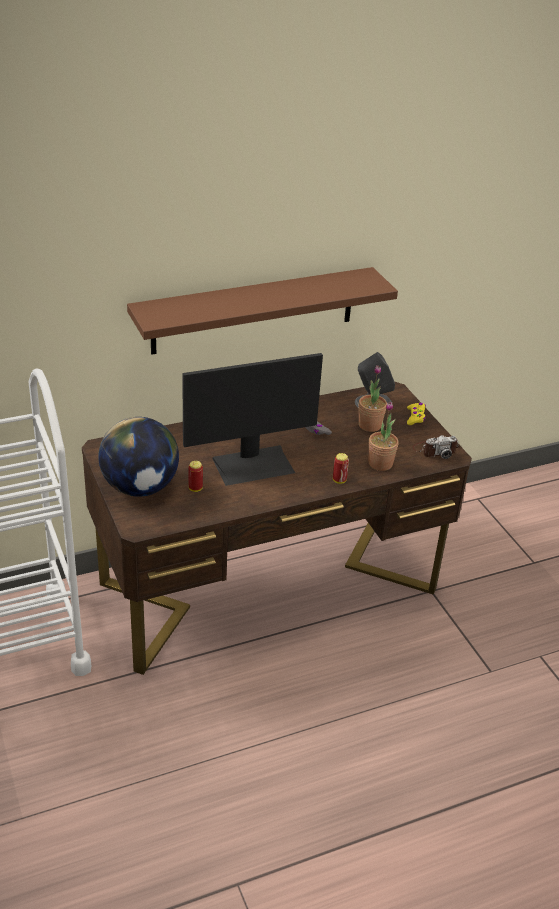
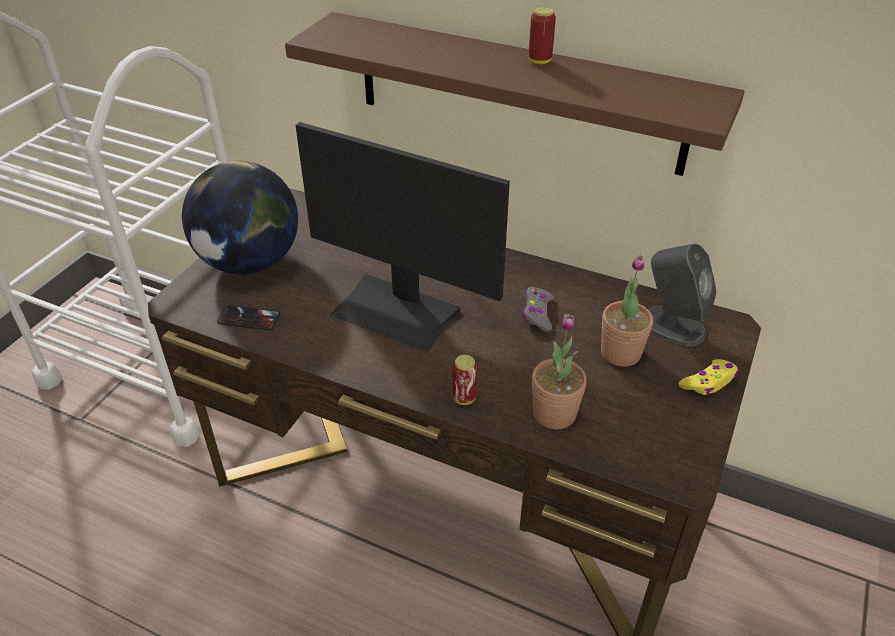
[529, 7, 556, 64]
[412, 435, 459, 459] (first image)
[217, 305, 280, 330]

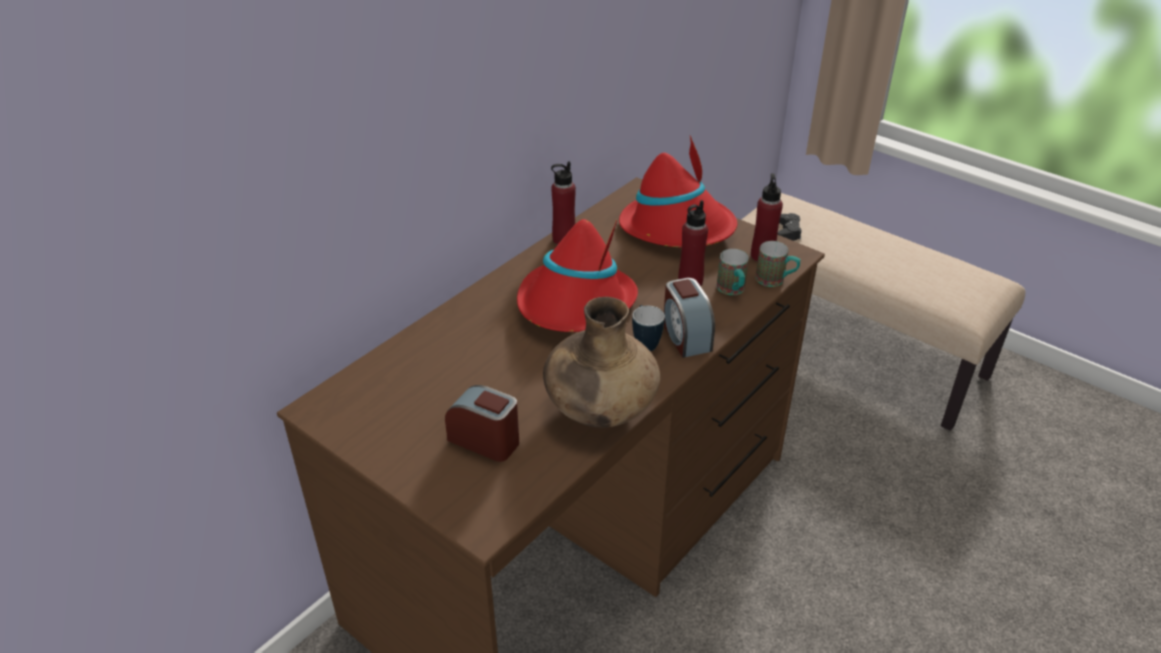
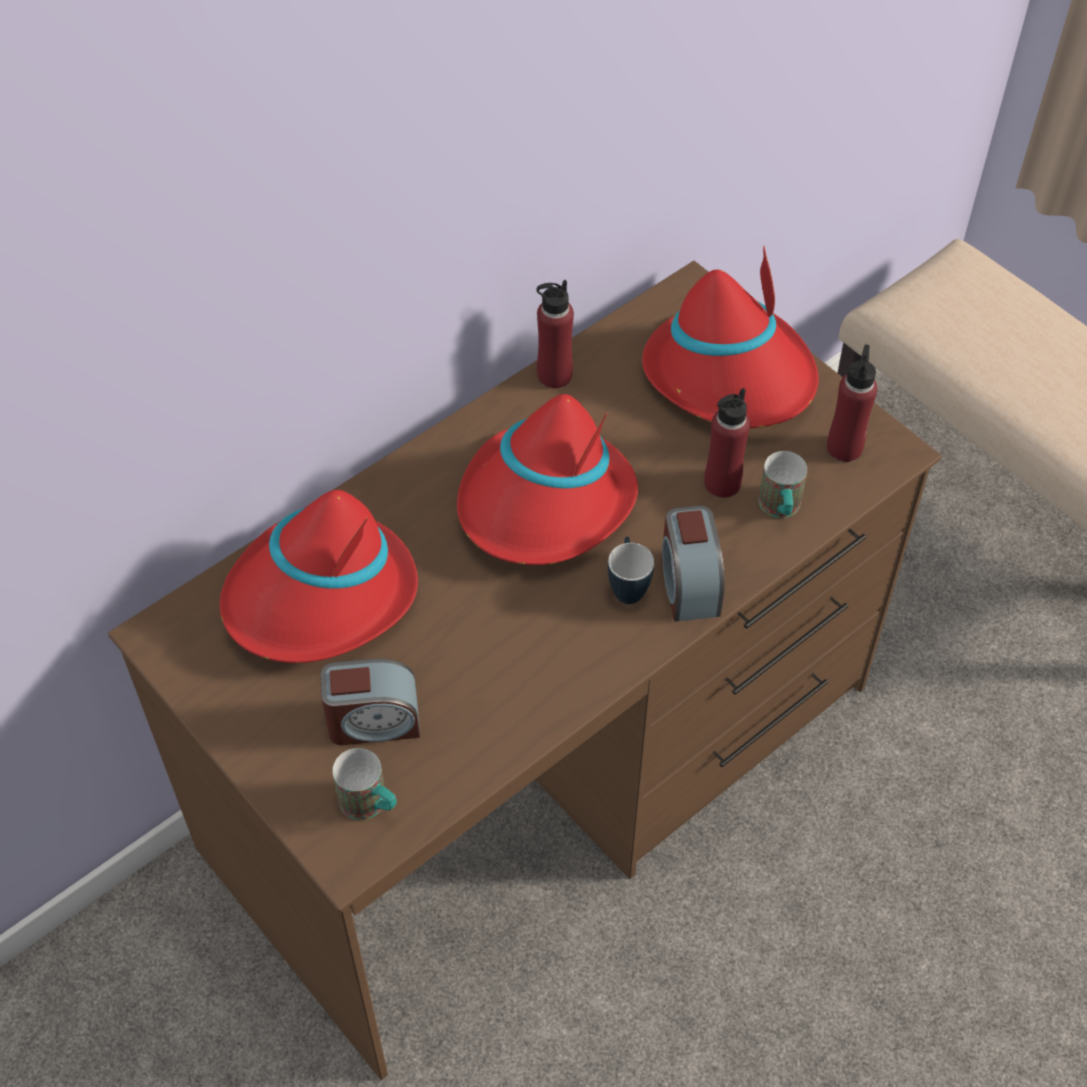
[320, 658, 420, 745]
[543, 297, 660, 428] (first image)
[332, 748, 397, 820]
[778, 213, 802, 241] (first image)
[220, 490, 418, 663]

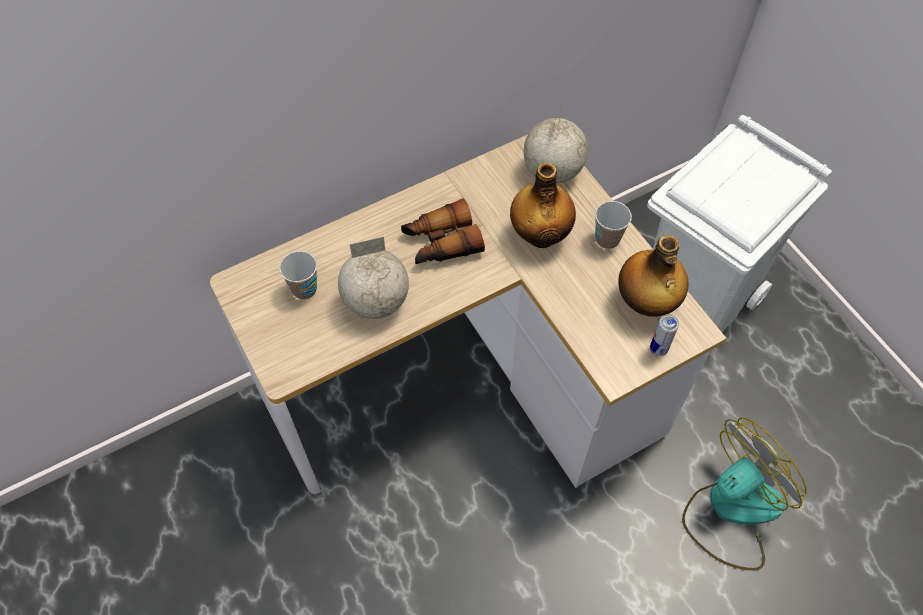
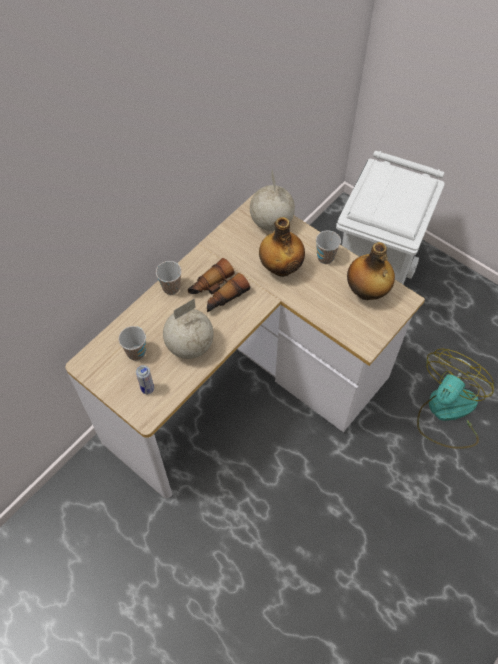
[136, 365, 154, 394]
[156, 261, 182, 295]

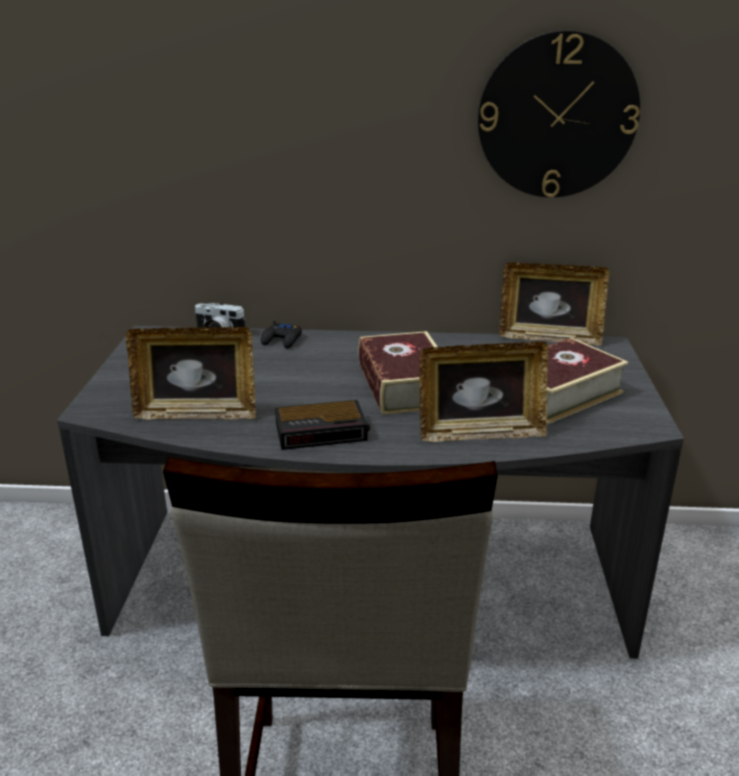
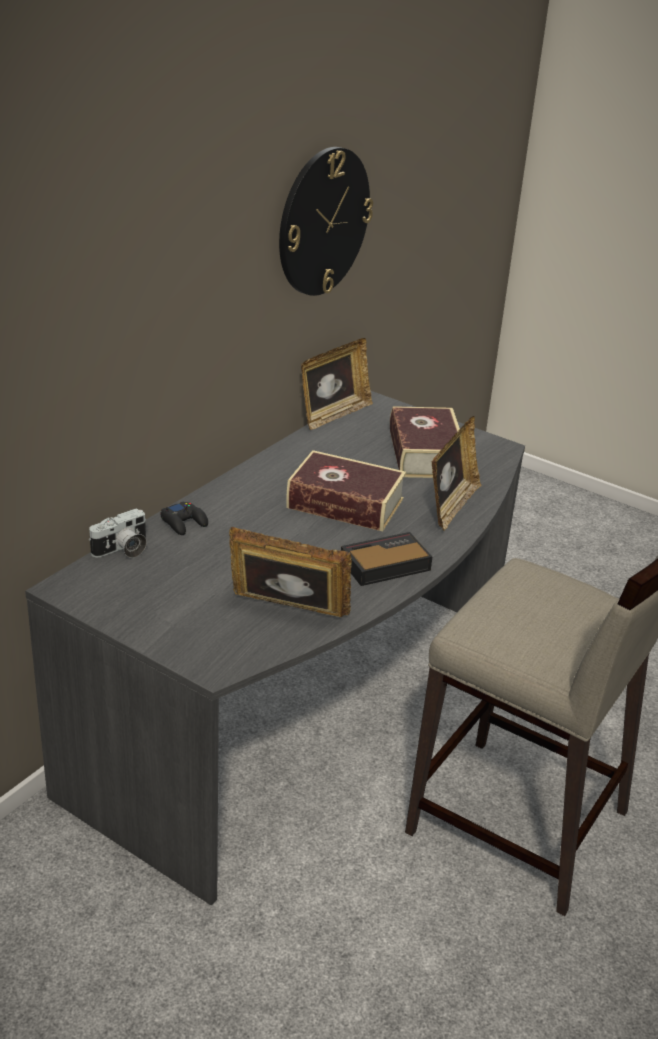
[229, 527, 352, 617]
[341, 532, 432, 586]

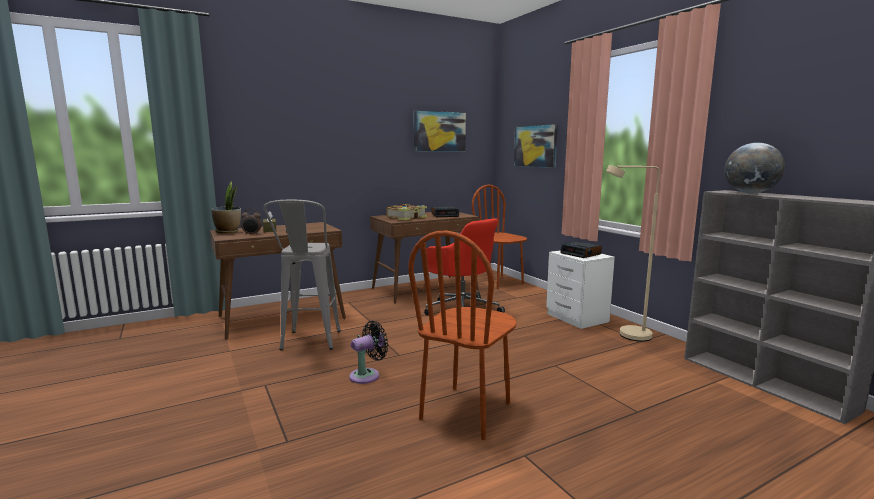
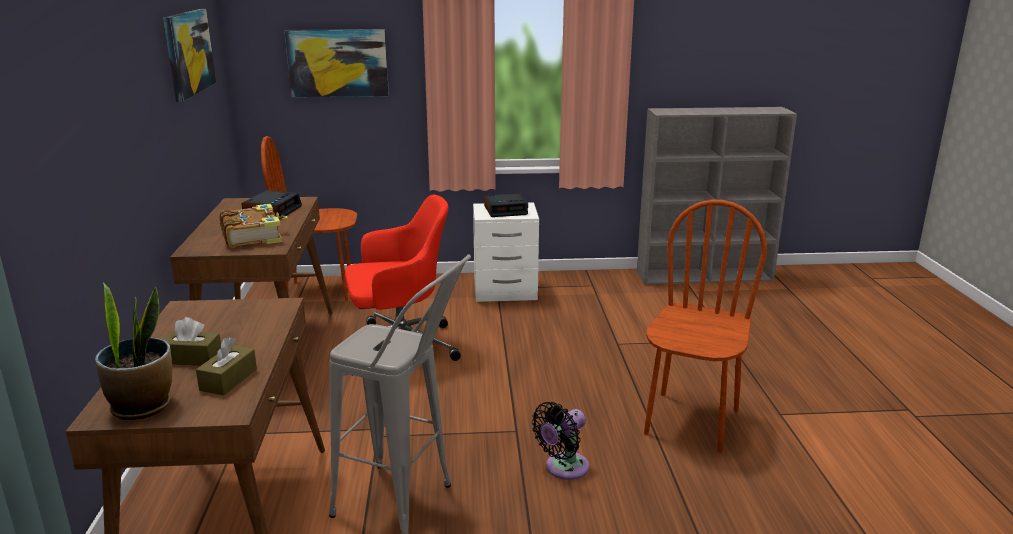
[196, 337, 257, 395]
[532, 402, 589, 480]
[644, 200, 767, 452]
[606, 165, 660, 342] (first image)
[725, 143, 785, 193] (first image)

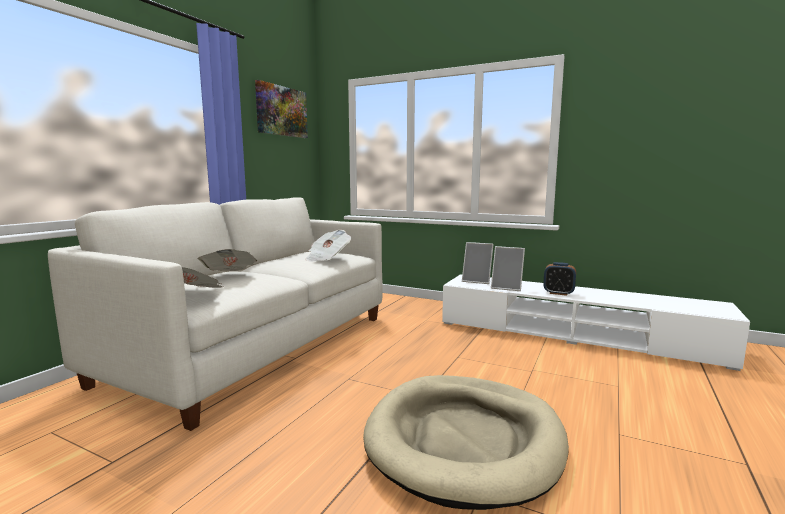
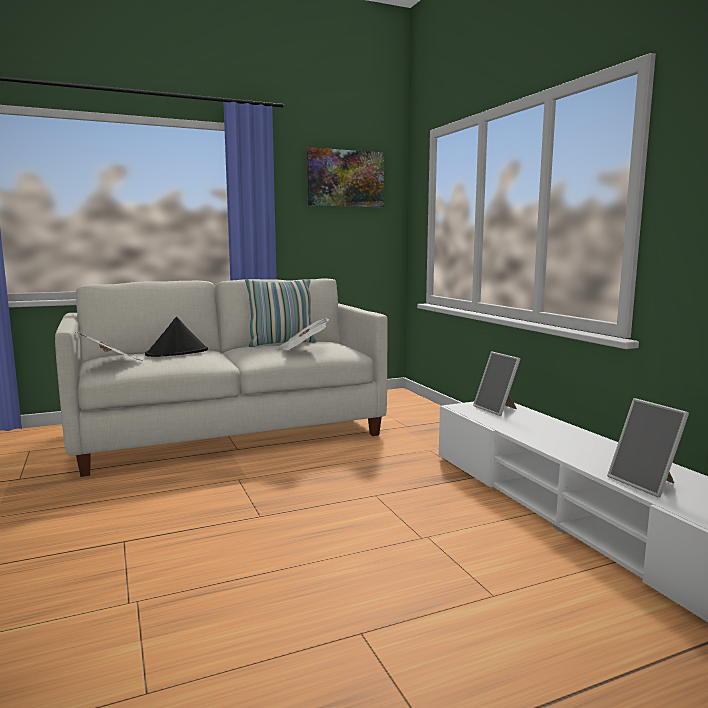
[145, 317, 208, 357]
[363, 375, 569, 510] (first image)
[607, 398, 689, 498]
[543, 262, 576, 296] (first image)
[245, 279, 317, 347]

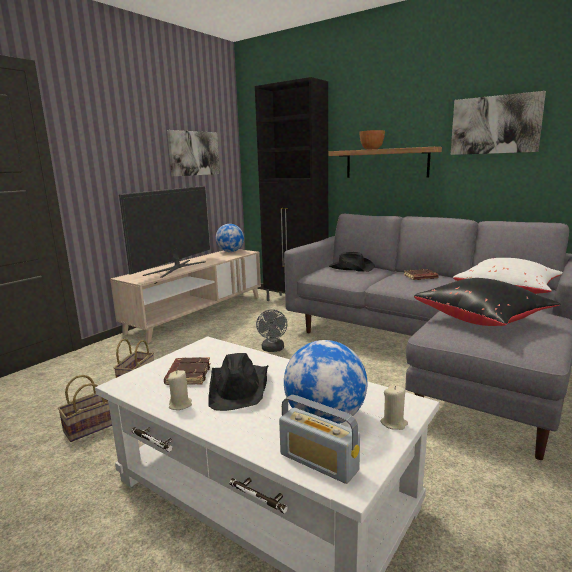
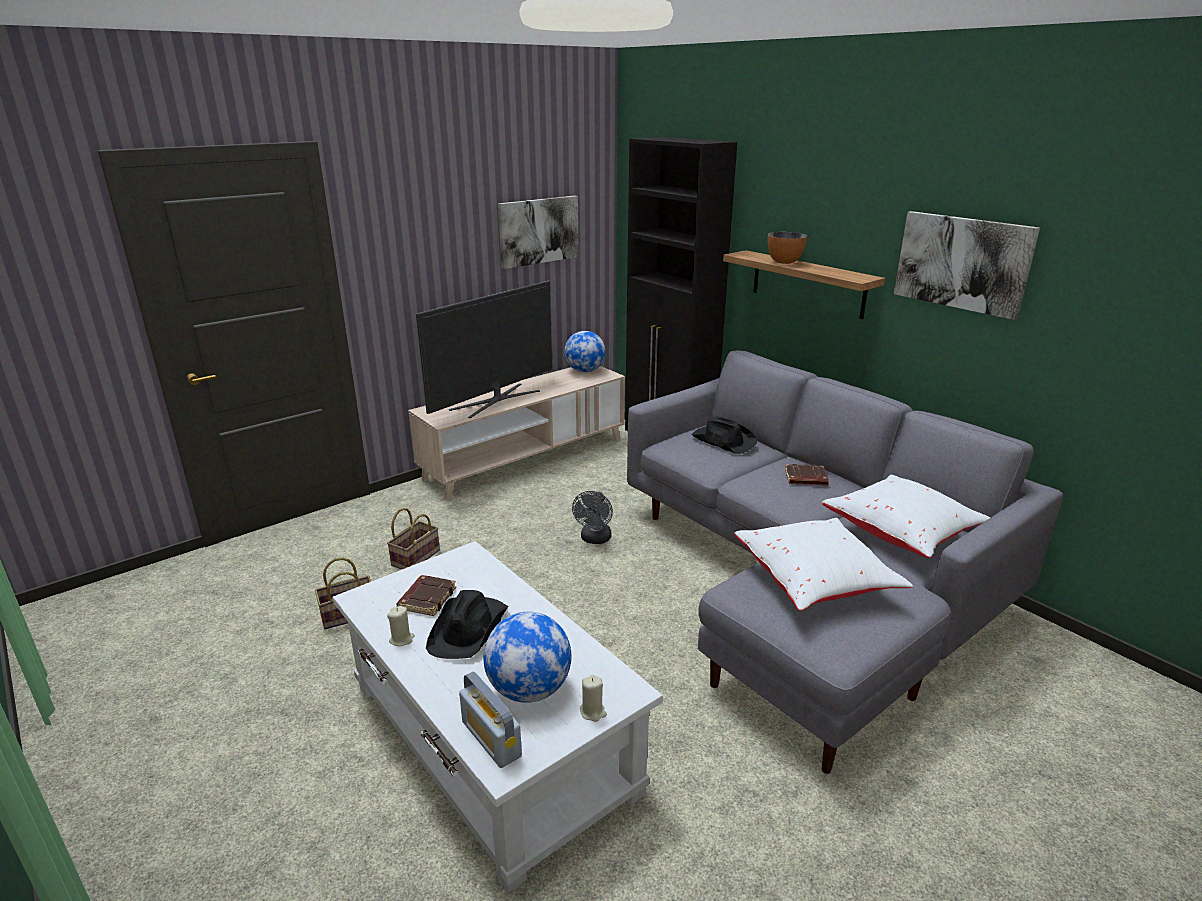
[734, 518, 913, 611]

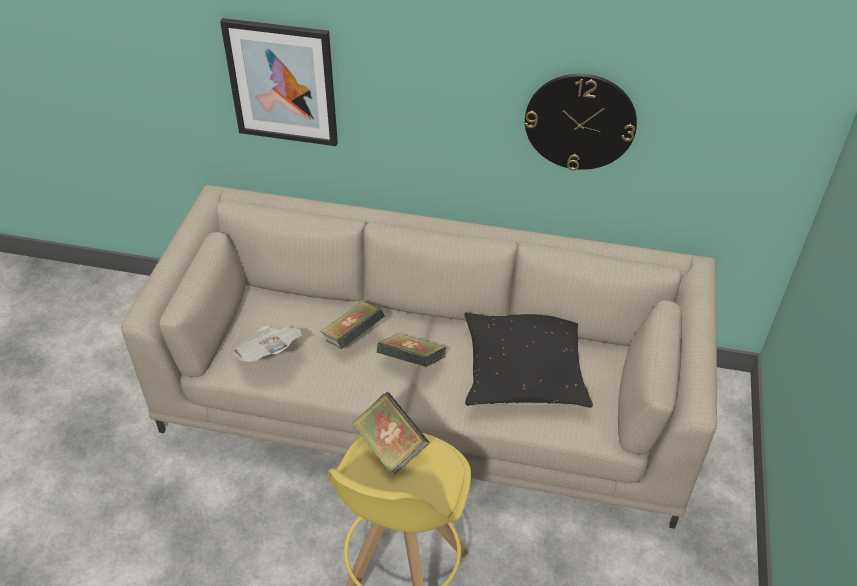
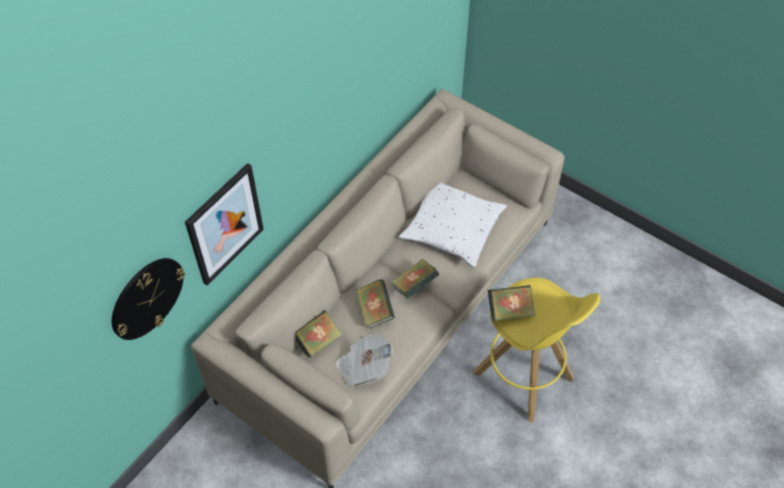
[399, 183, 507, 268]
[112, 258, 185, 340]
[294, 310, 343, 358]

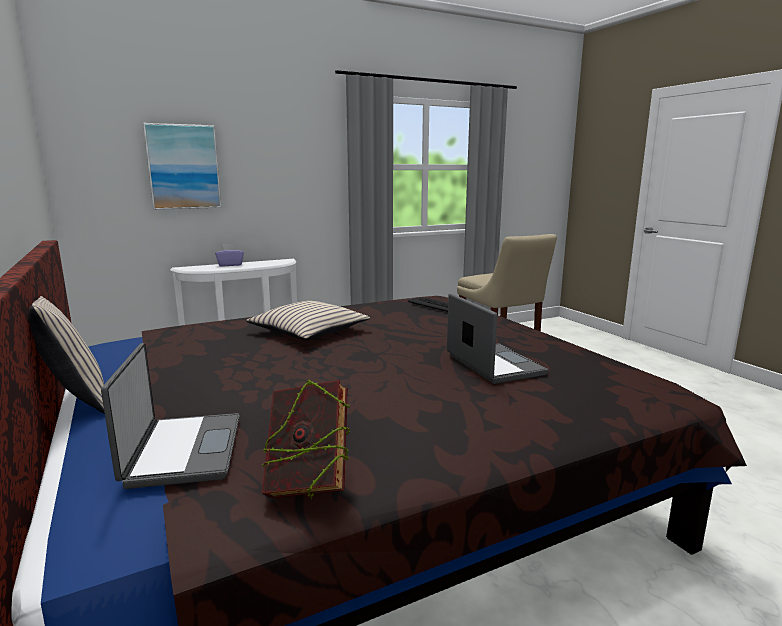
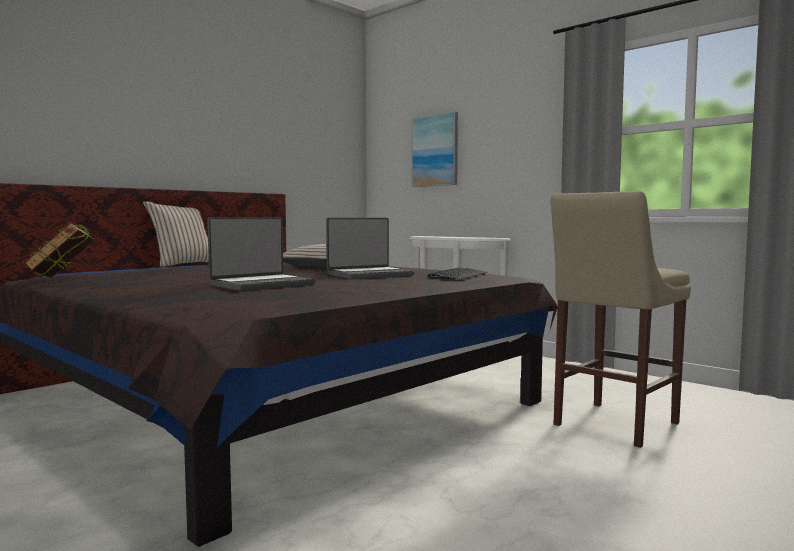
[326, 218, 415, 279]
[215, 244, 244, 267] (first image)

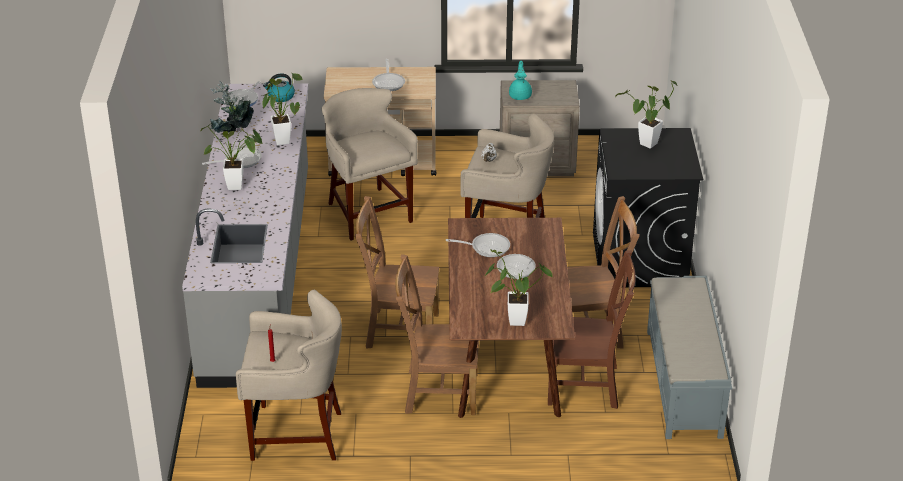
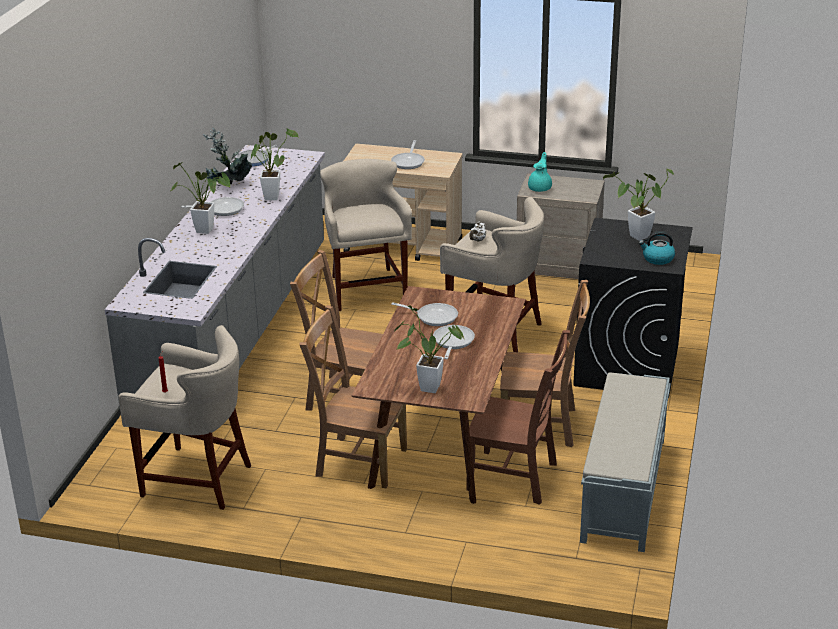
[639, 231, 675, 265]

